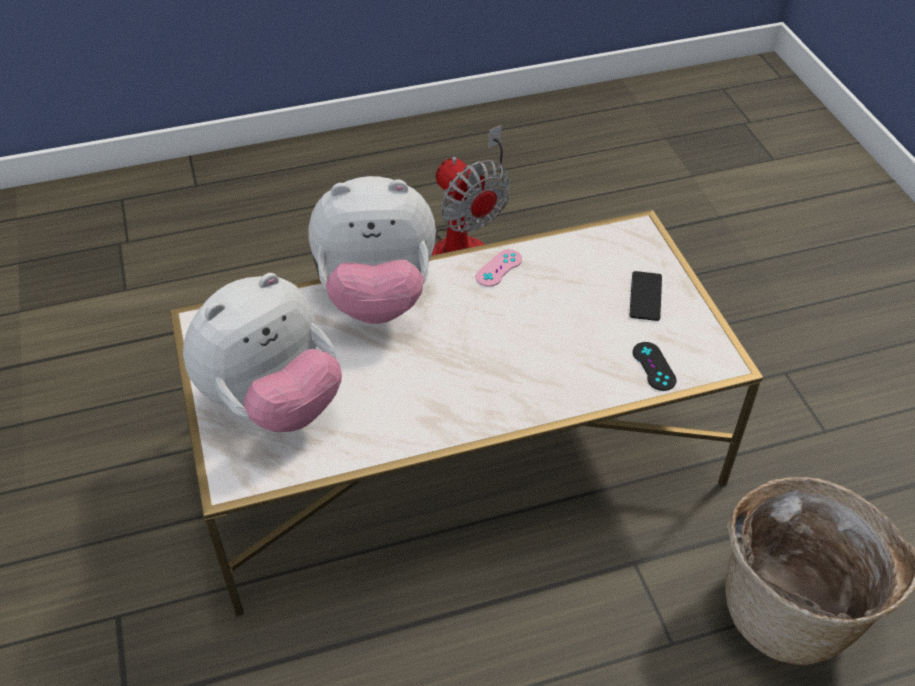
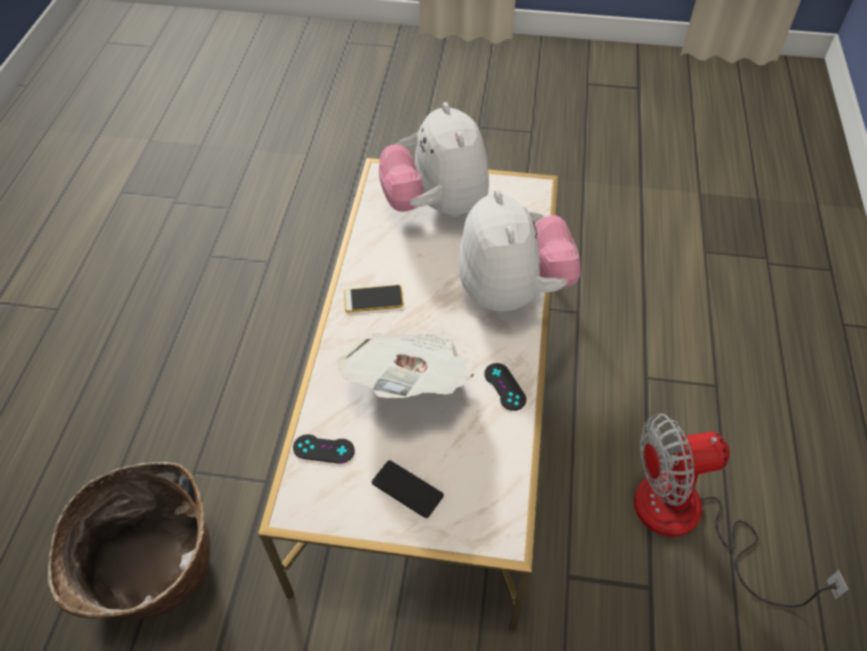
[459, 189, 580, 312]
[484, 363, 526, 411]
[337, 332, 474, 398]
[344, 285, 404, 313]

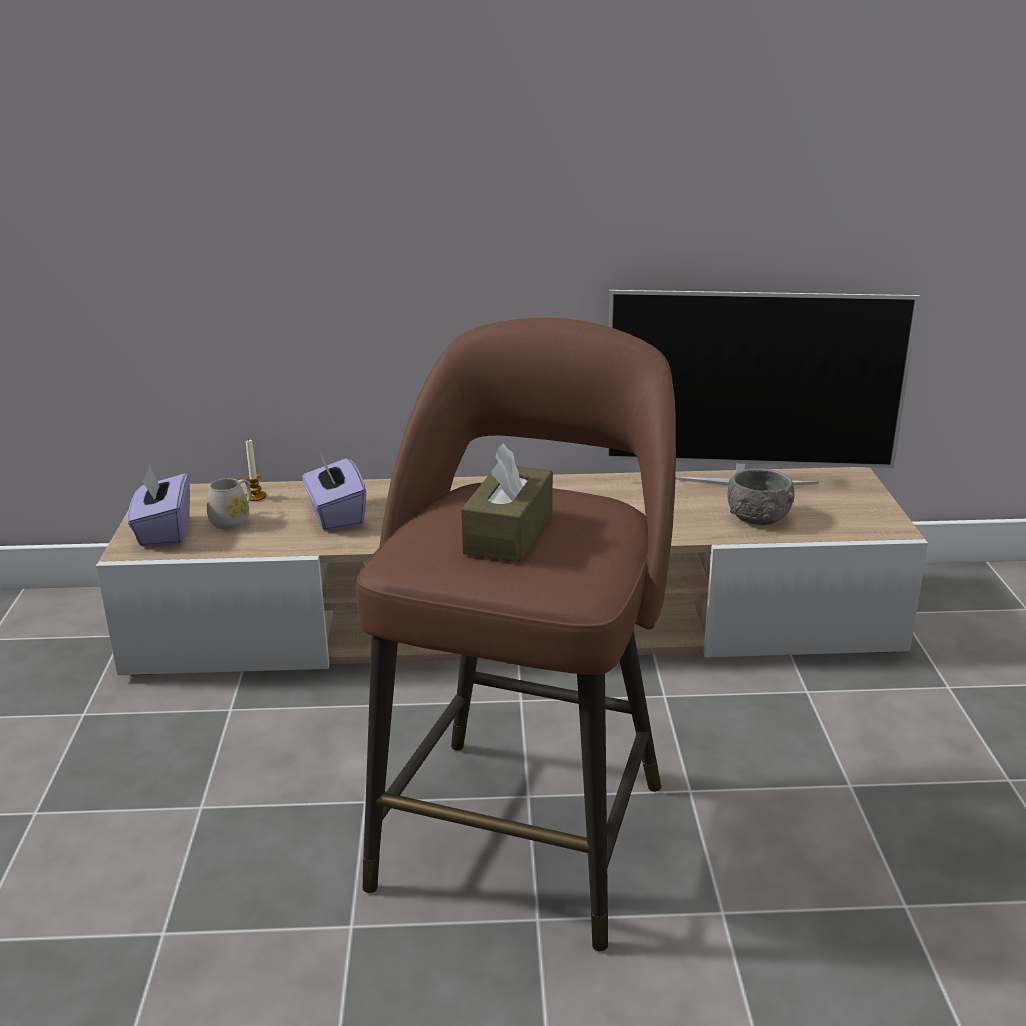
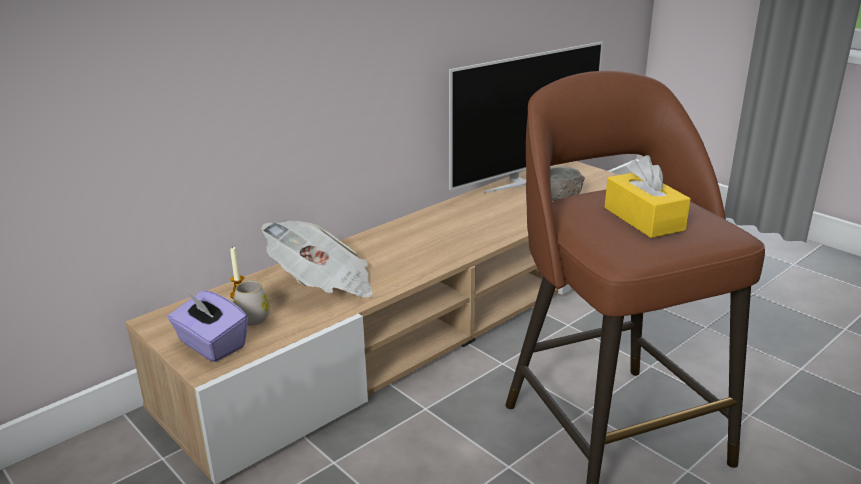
[261, 221, 373, 297]
[605, 155, 691, 238]

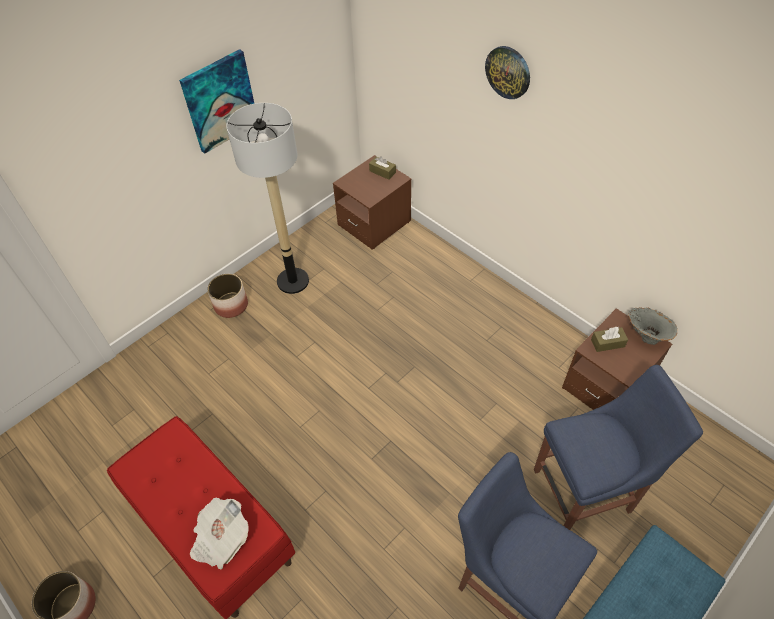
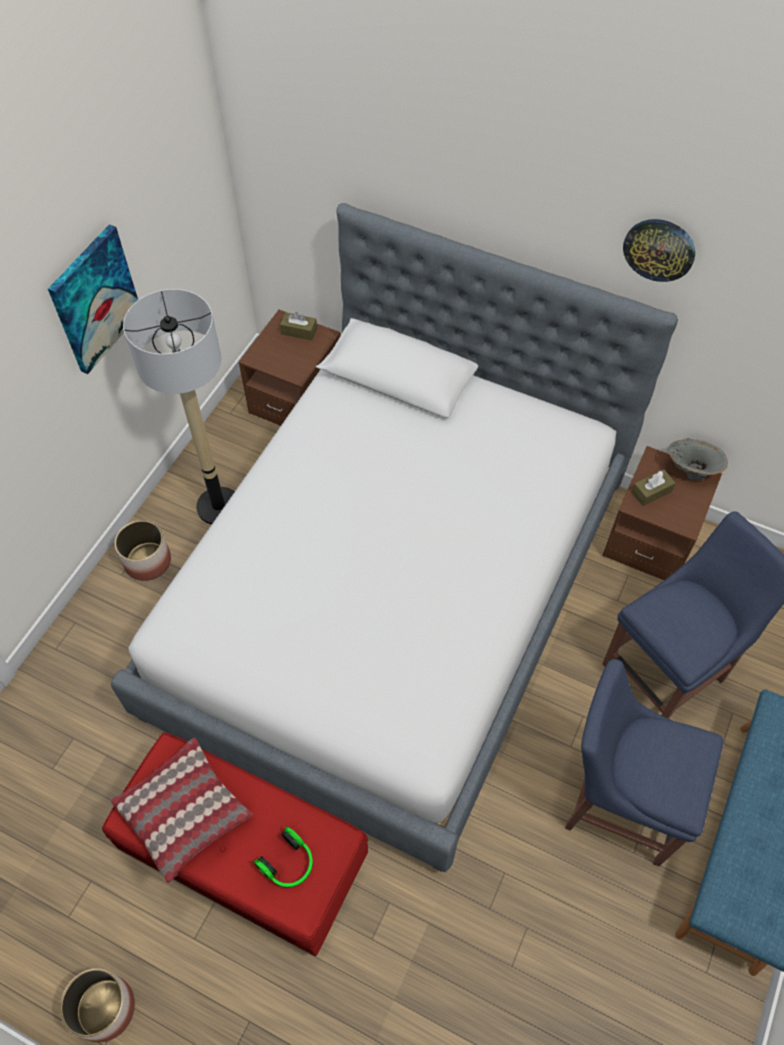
[254, 826, 313, 888]
[623, 219, 695, 282]
[110, 738, 253, 883]
[111, 203, 678, 872]

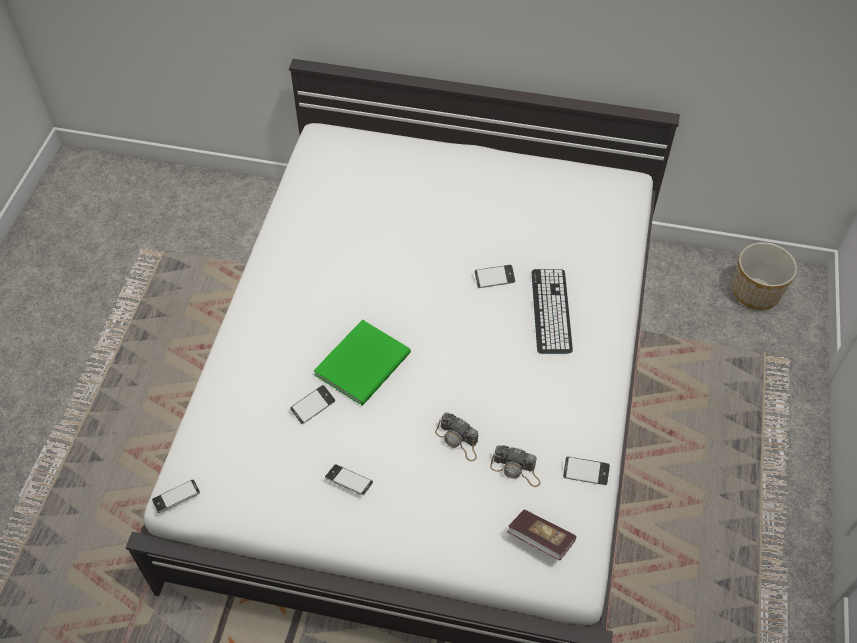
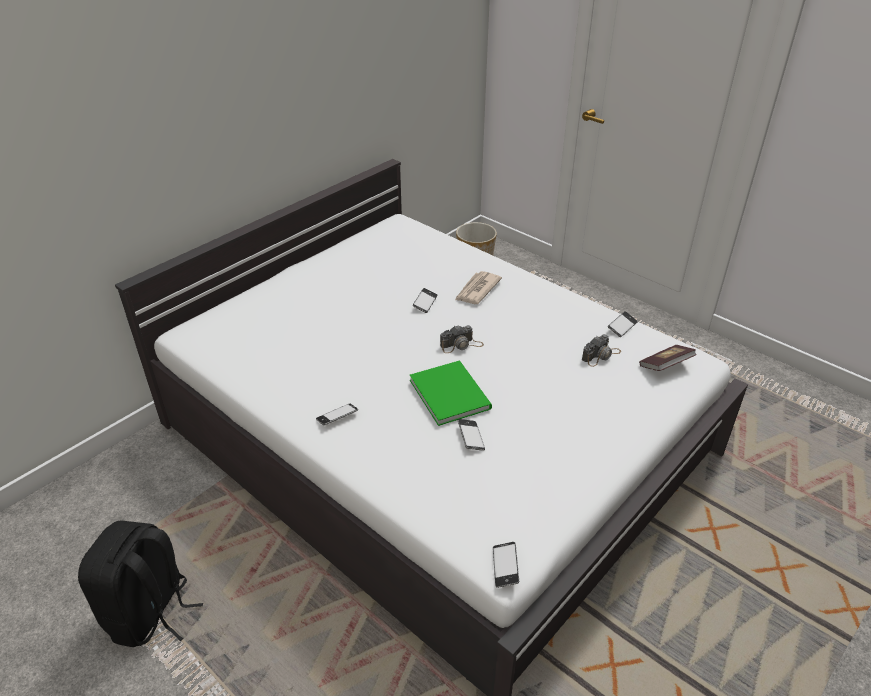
[316, 404, 358, 425]
[440, 325, 484, 353]
[455, 271, 502, 304]
[78, 520, 203, 647]

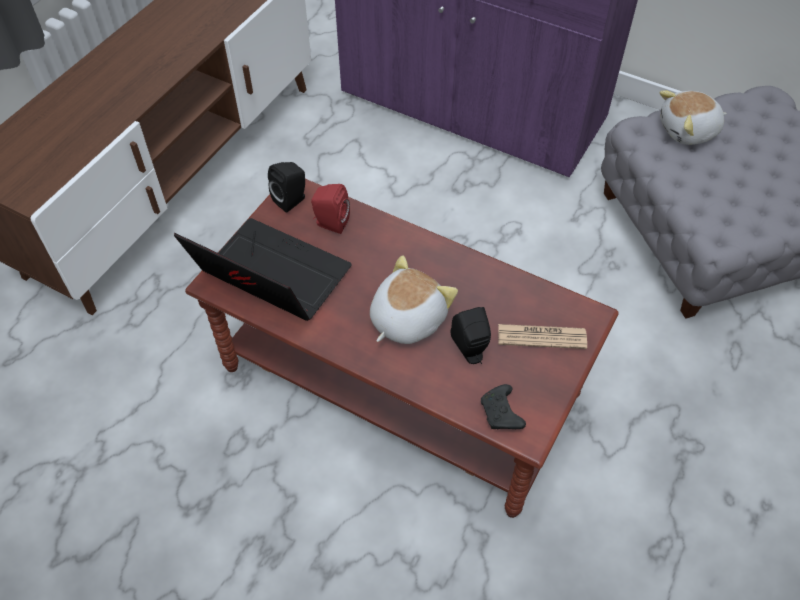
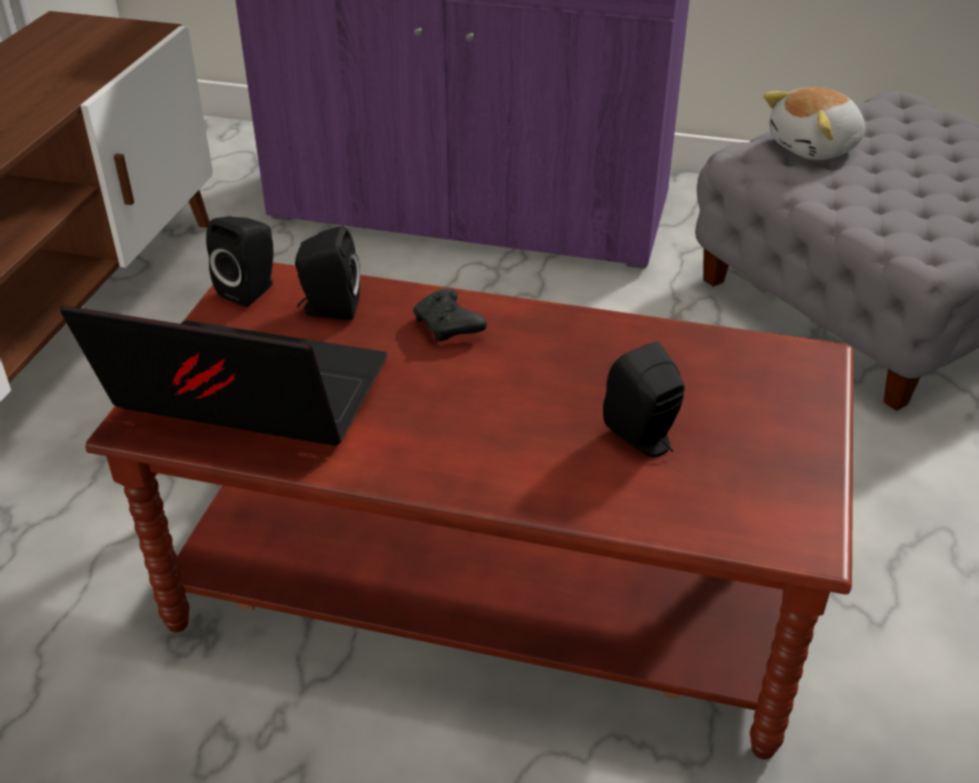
[295, 225, 360, 320]
[370, 255, 458, 344] (first image)
[413, 288, 487, 342]
[498, 324, 587, 349] (first image)

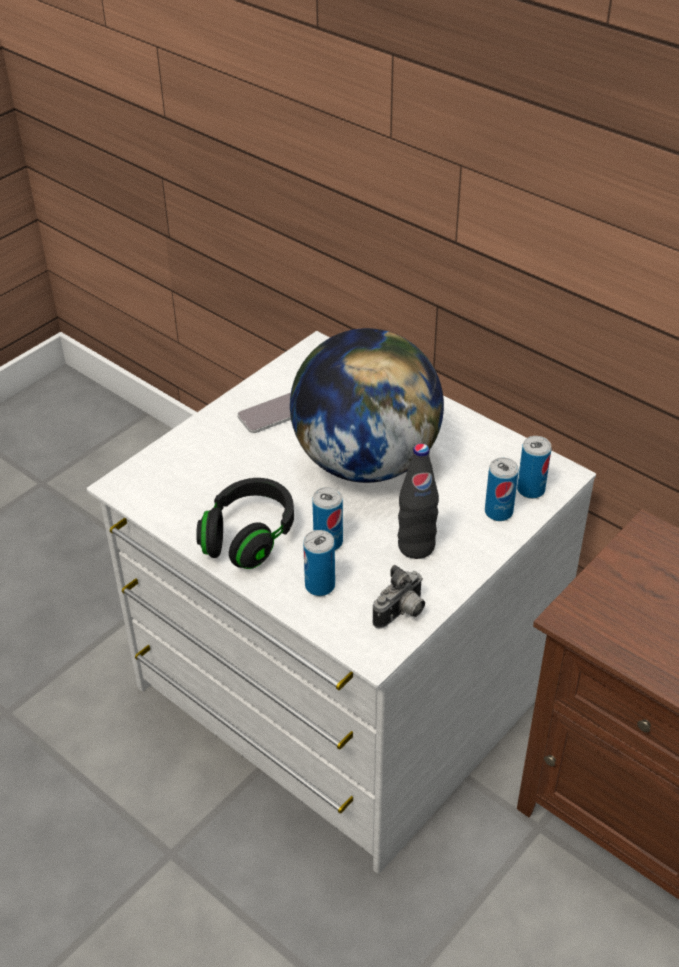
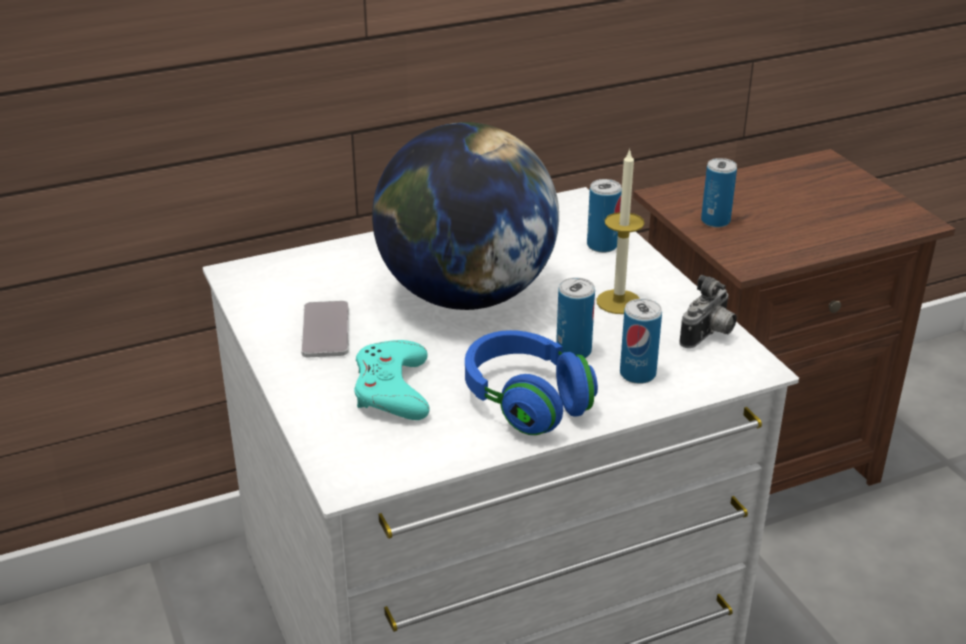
[465, 330, 598, 435]
[679, 274, 737, 348]
[597, 148, 644, 314]
[701, 158, 737, 228]
[354, 340, 430, 420]

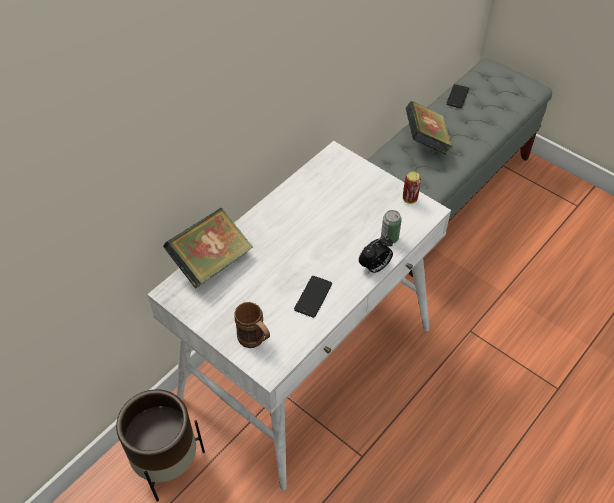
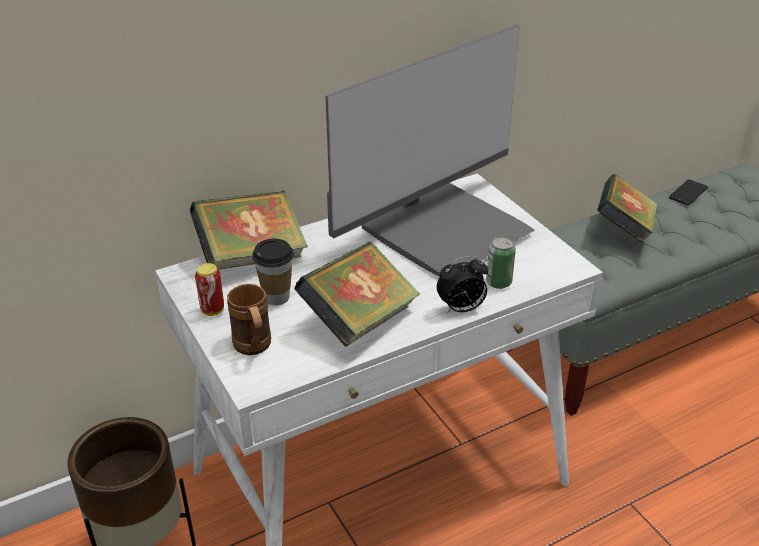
[294, 242, 420, 347]
[195, 263, 224, 316]
[252, 238, 294, 305]
[325, 24, 535, 277]

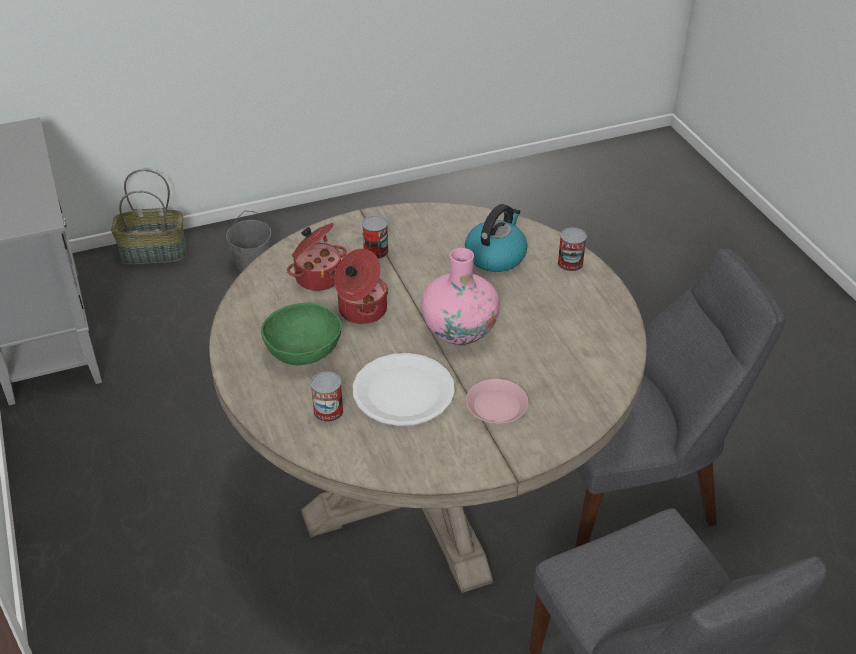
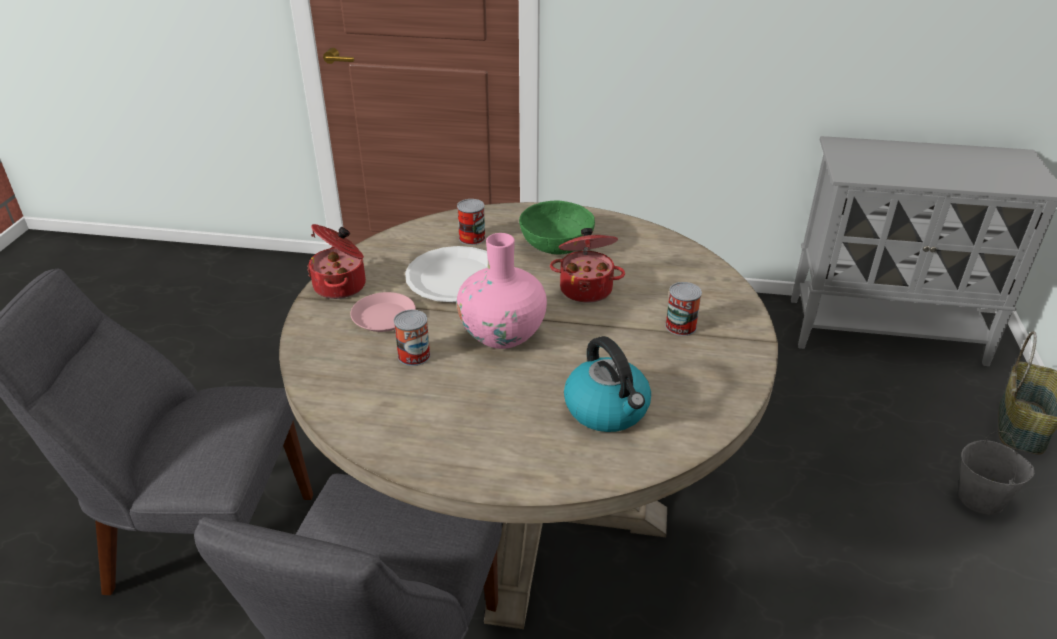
[307, 224, 366, 299]
[394, 310, 431, 366]

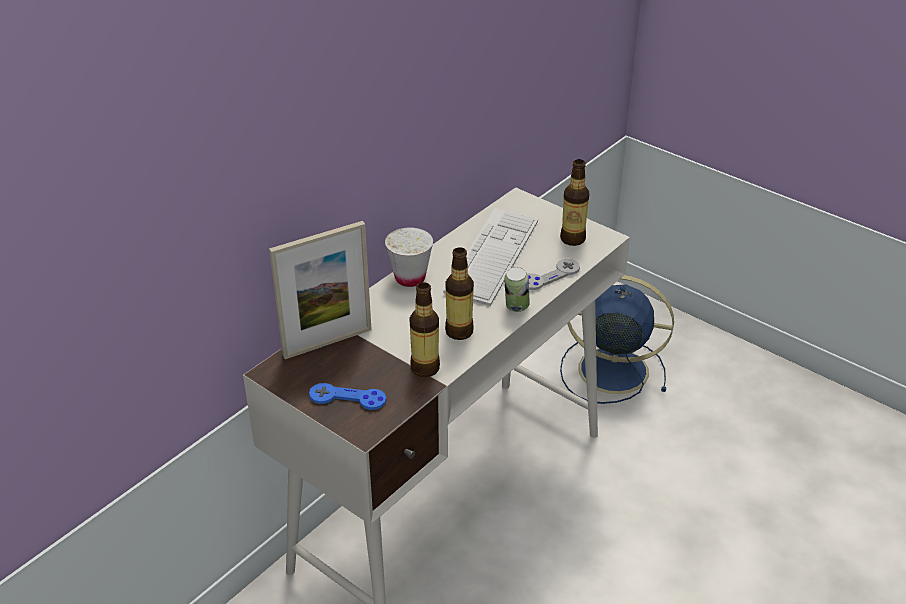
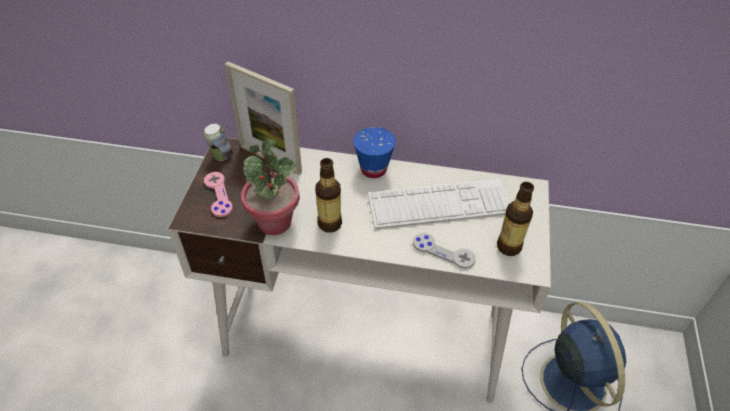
[204, 172, 233, 217]
[354, 127, 396, 178]
[241, 138, 300, 235]
[204, 124, 233, 161]

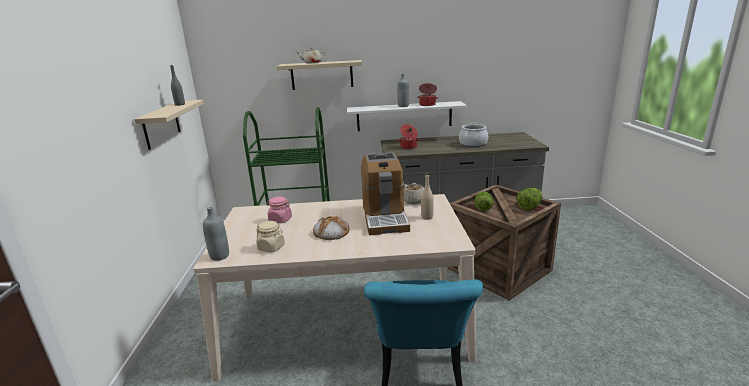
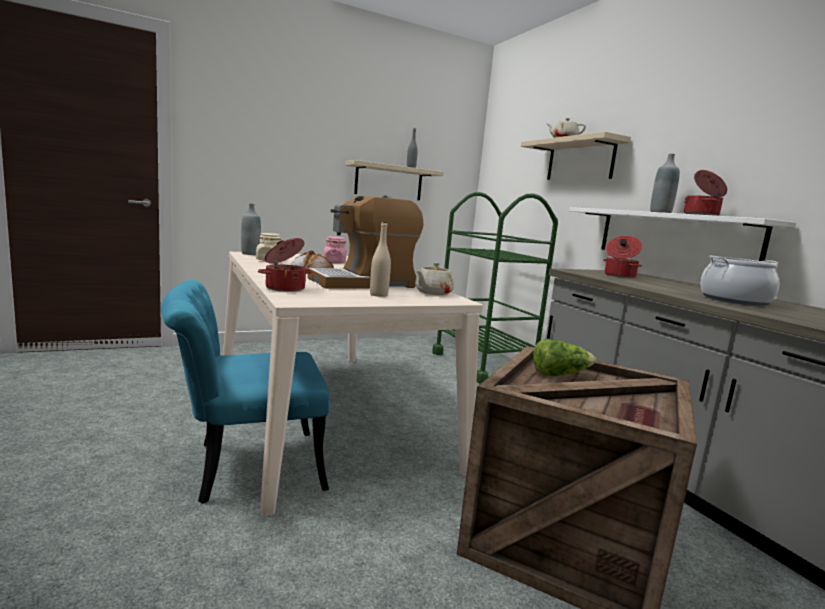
[516, 188, 543, 210] (first image)
[258, 238, 312, 292]

